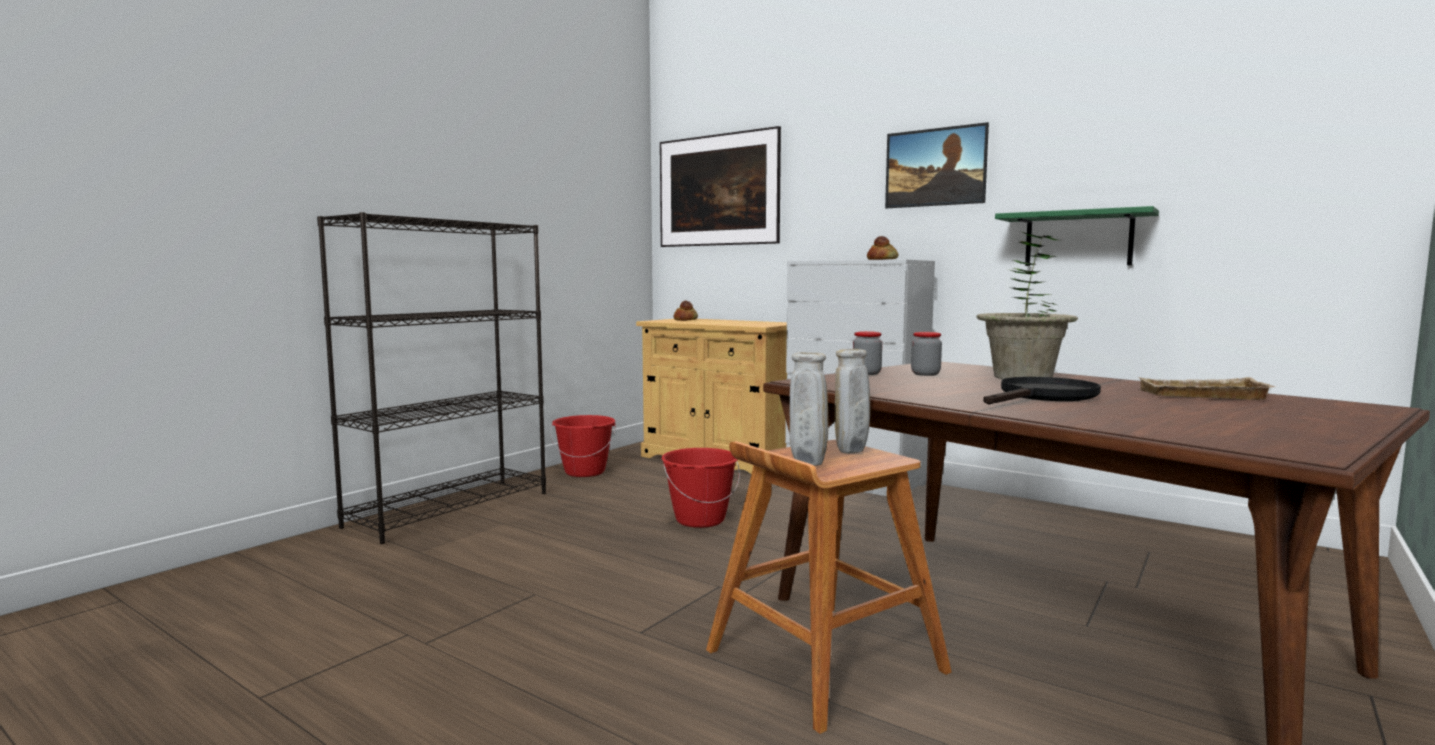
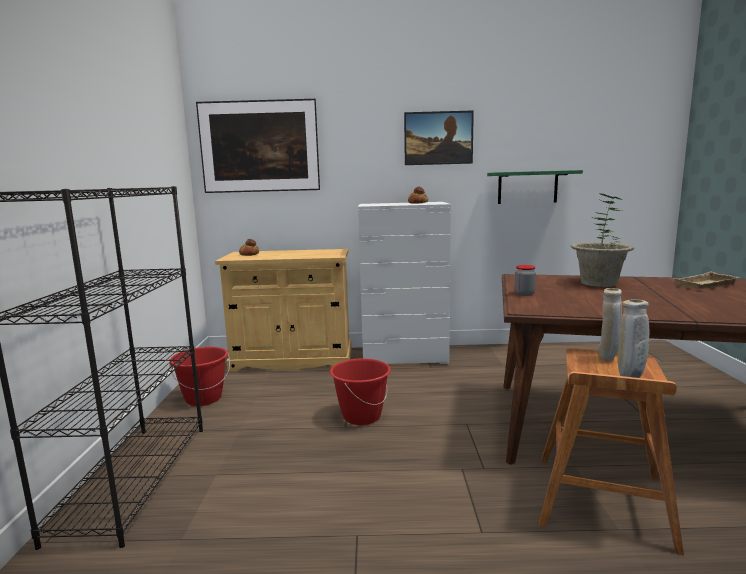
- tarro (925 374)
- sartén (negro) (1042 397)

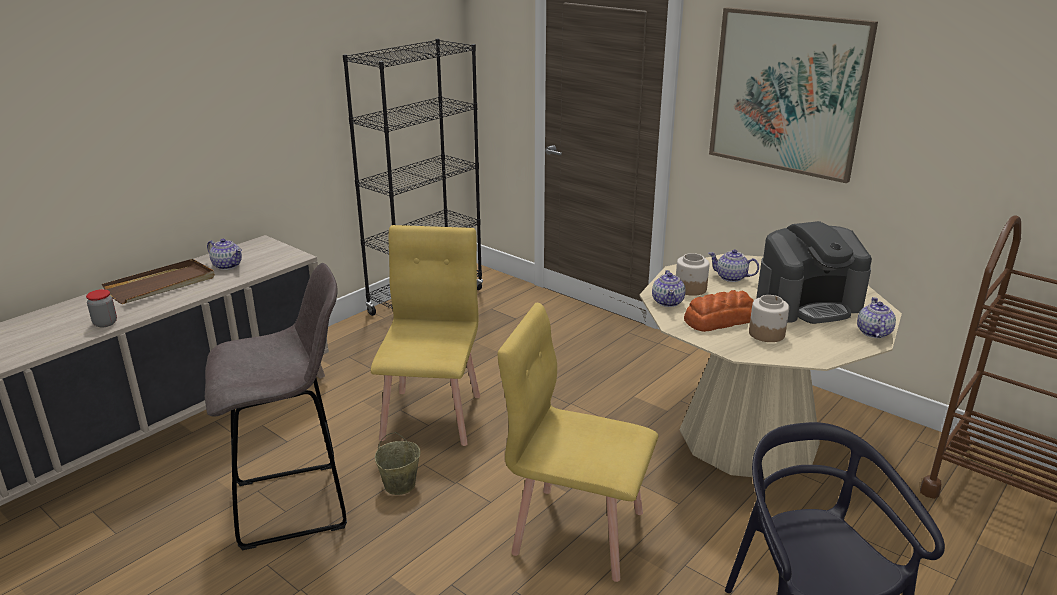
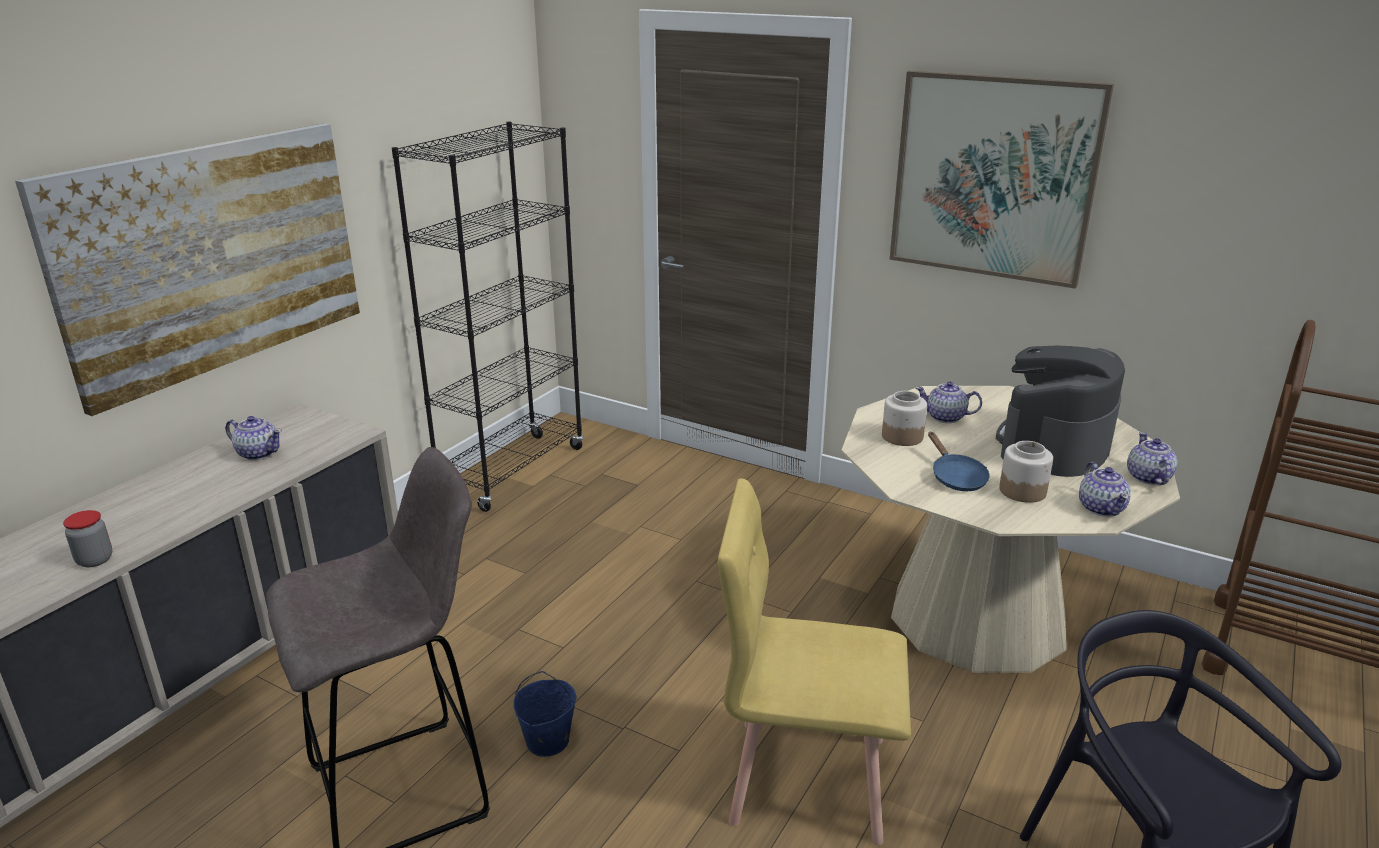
- bandeja (marrón) (161 285)
- silla (amarillo) (432 416)
+ cuadro (213 257)
~ tetera (668 302) to (1101 508)
~ pan (718 320) to sartén (azul) (955 477)
~ cubo (beis) (399 485) to cubo (azul) (547 741)
~ cafetera (808 304) = (1054 445) 150 degrees clockwise

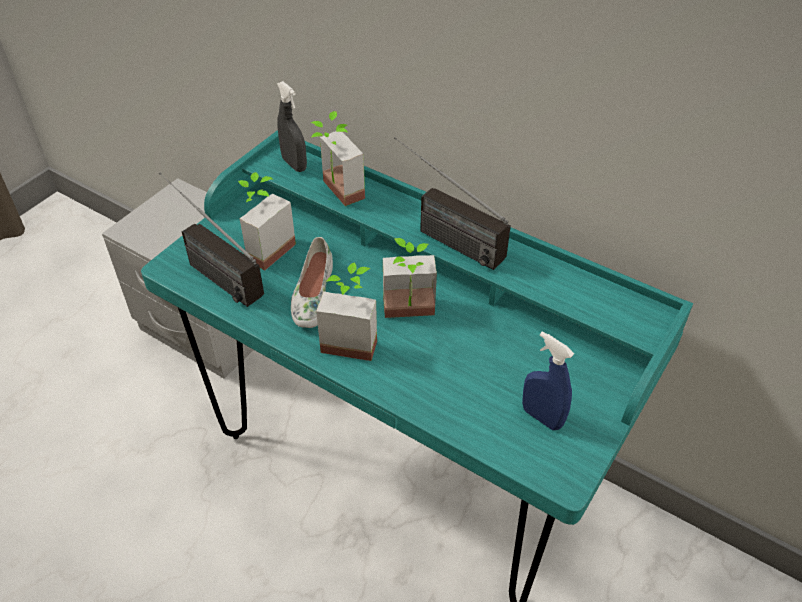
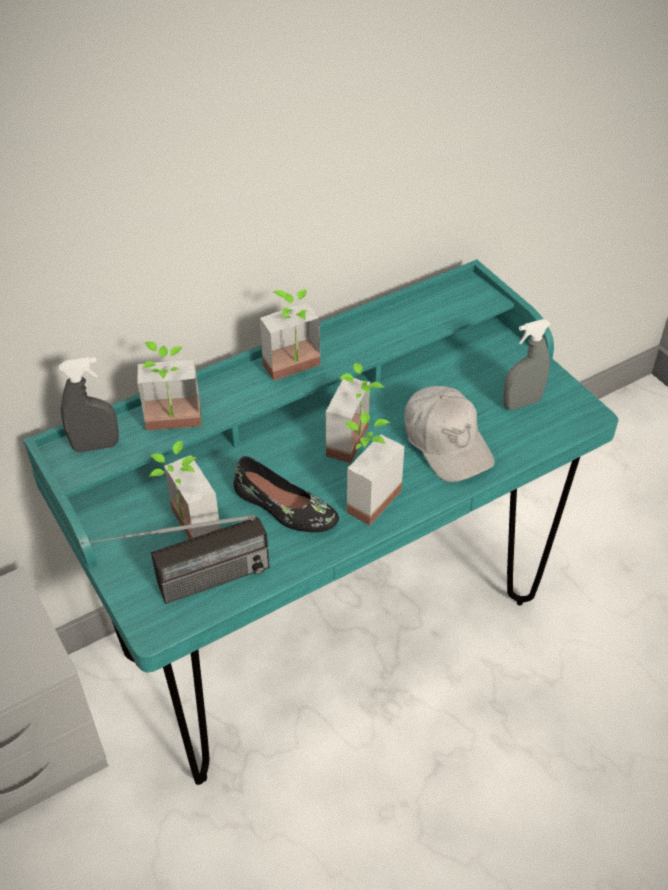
+ gorra (blanco) (446 442)
~ radio (441 235) to planta en maceta (296 371)
~ zapato (blanco) (312 295) to zapato (negro) (284 508)
~ pulverizador (azul) (541 417) to pulverizador (gris) (521 403)

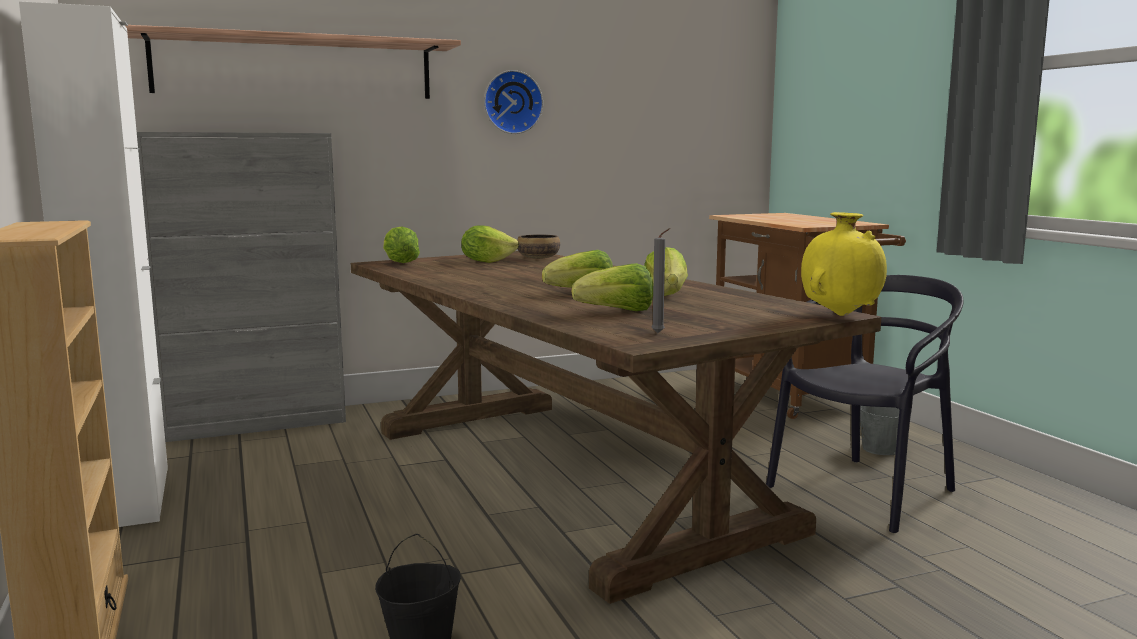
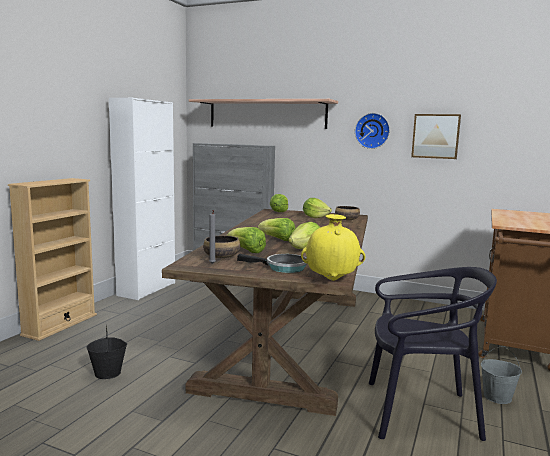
+ cuenco (222 257)
+ sartén (282 267)
+ cuadro (435 136)

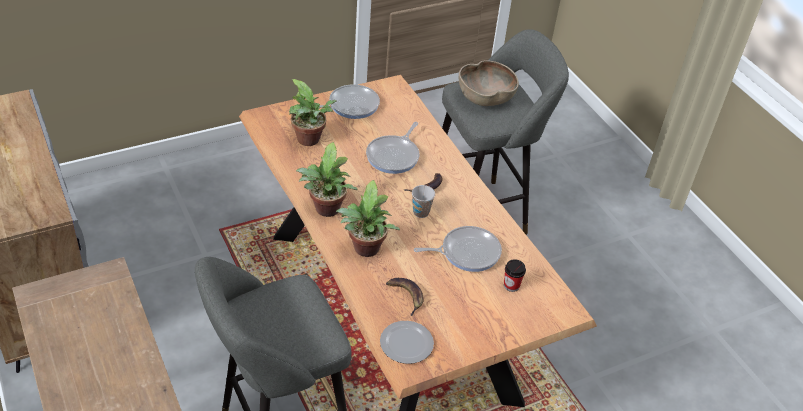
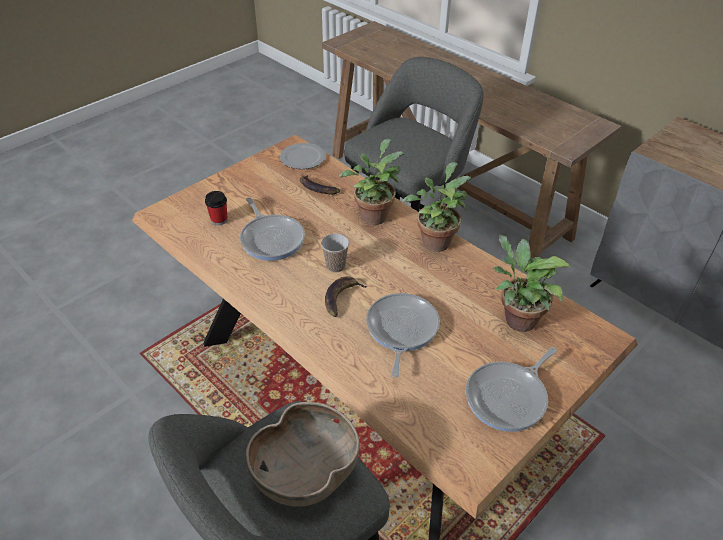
~ sartén (467 252) = (271 238) 90 degrees counterclockwise

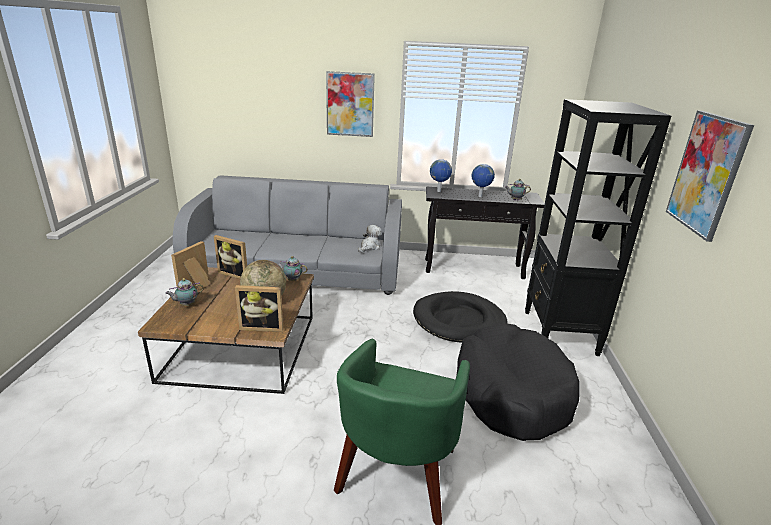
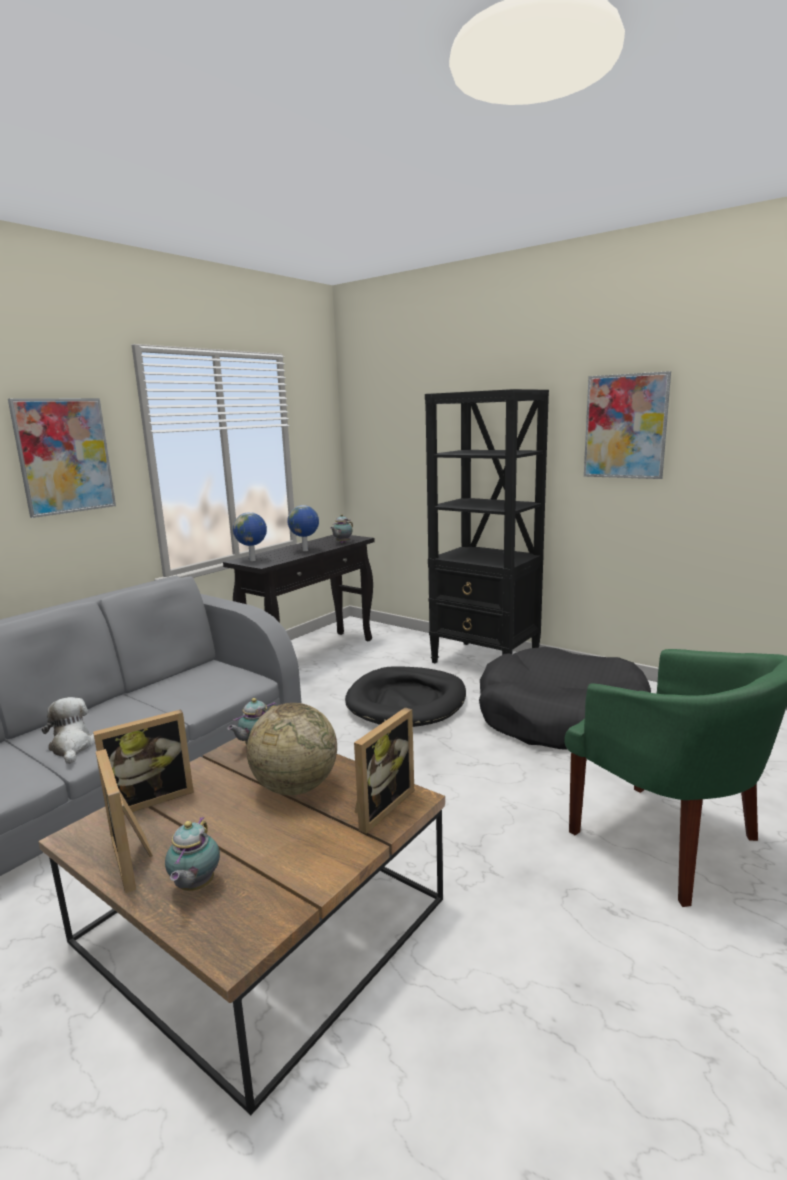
~ peluche (369 247) to (72 747)

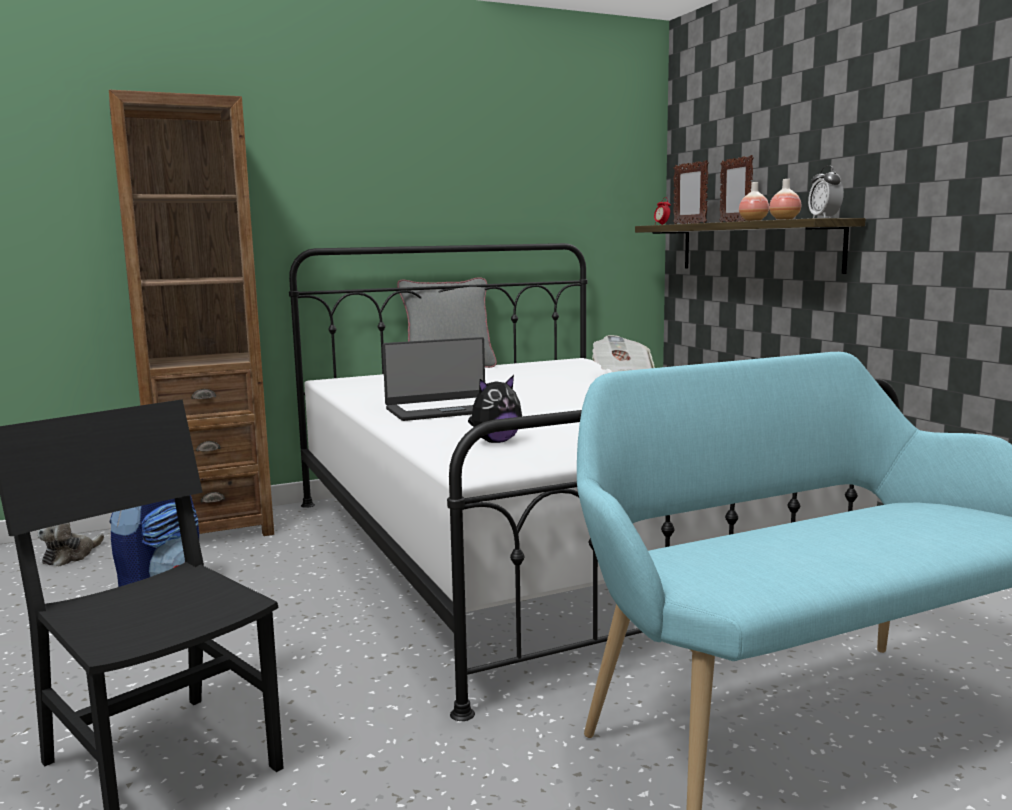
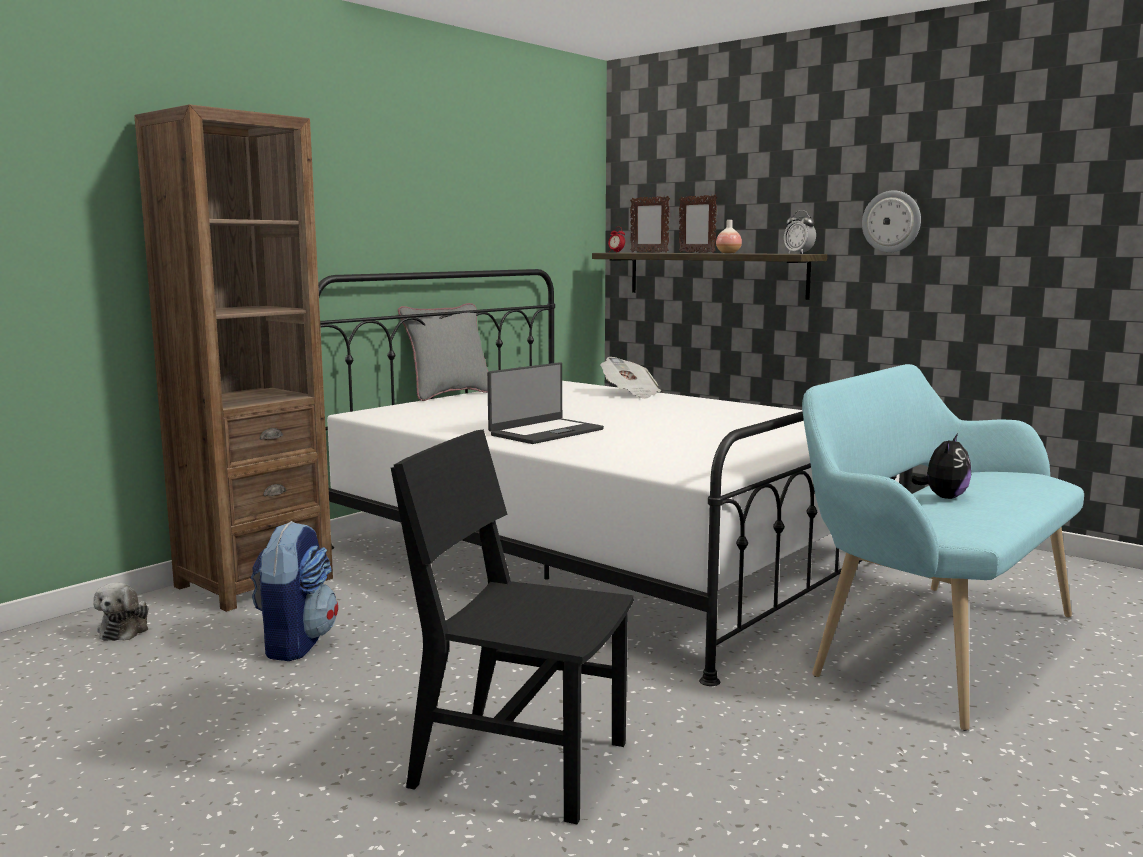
- florero (784 219)
+ reloj de pared (891 221)
~ peluche (495 441) to (943 497)

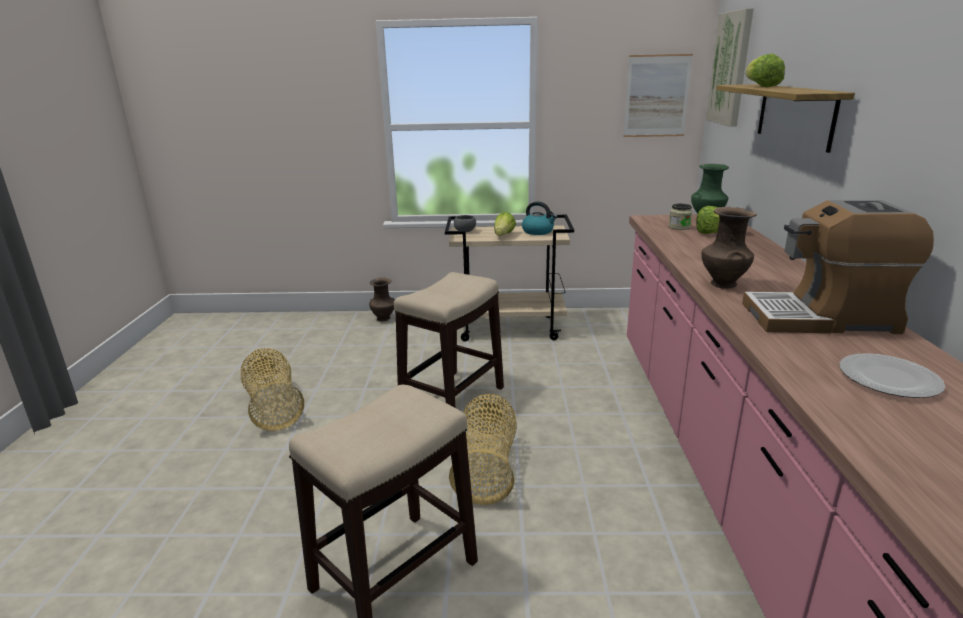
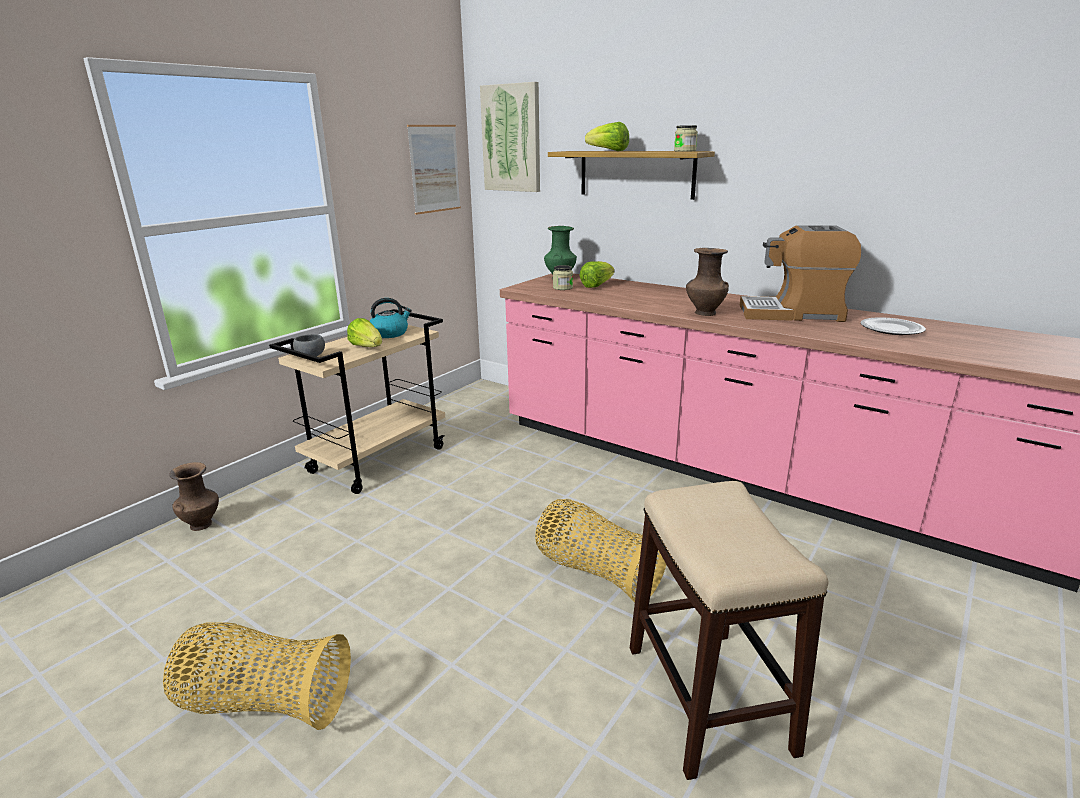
- taburete (453 398)
+ tarro (685 151)
~ cafetera (821 318) = (792 313) 60 degrees clockwise

